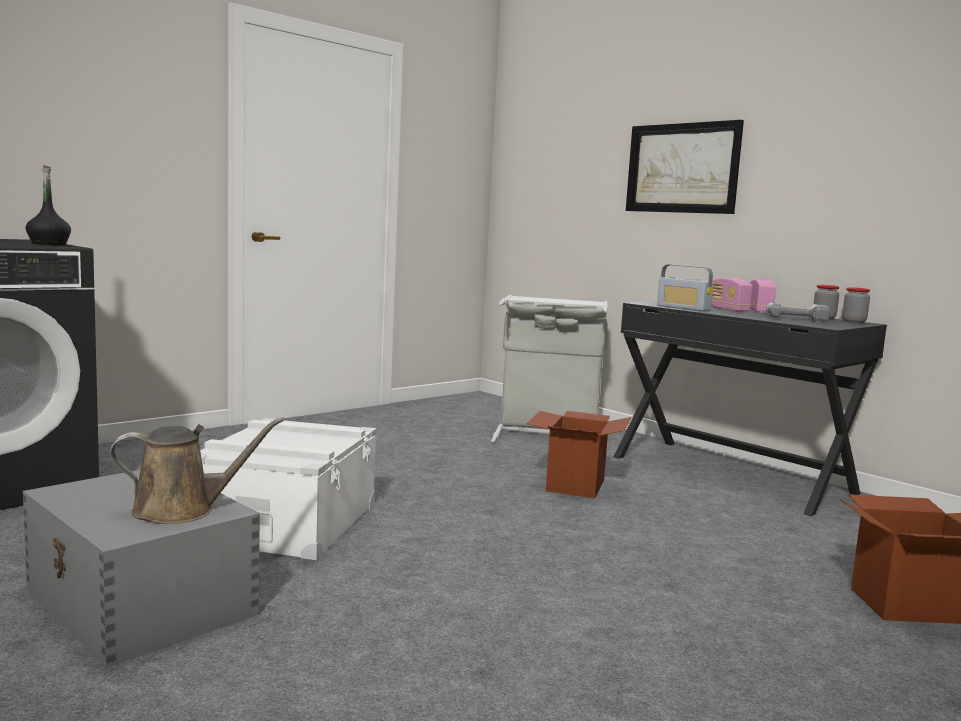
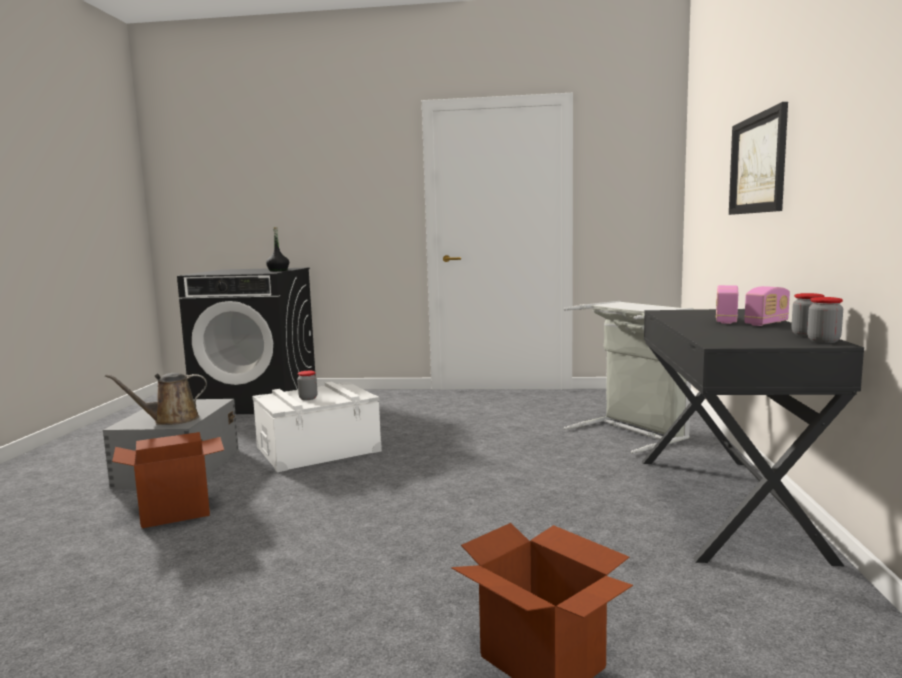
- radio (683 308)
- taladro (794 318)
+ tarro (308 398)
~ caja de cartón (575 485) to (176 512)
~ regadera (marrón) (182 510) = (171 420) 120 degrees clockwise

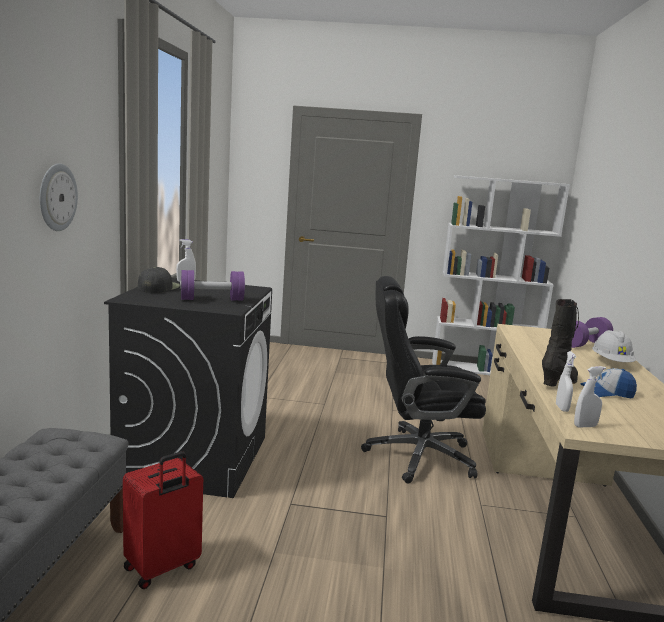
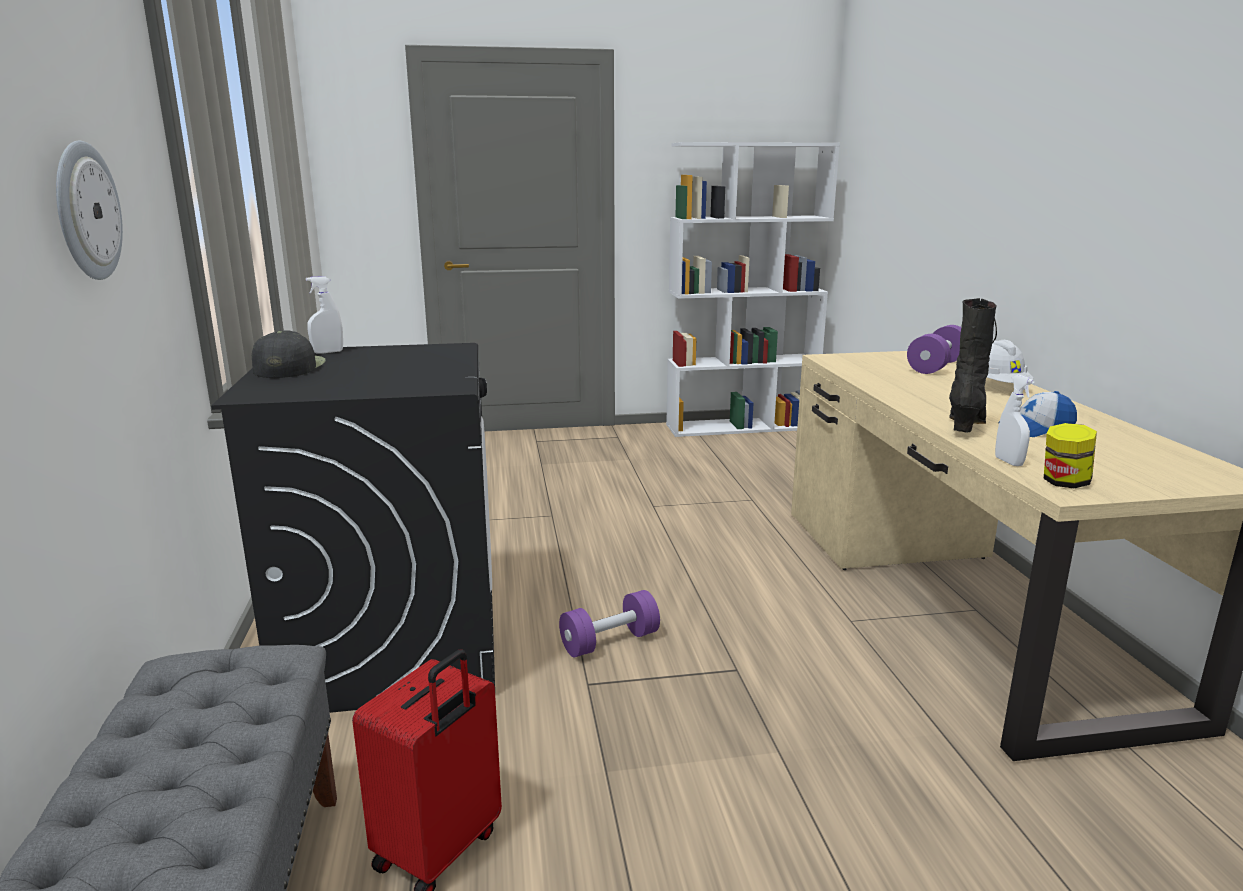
- silla de oficina (negro) (417 456)
~ mancuerna (morado) (212 299) to (610 642)
~ pulverizador (blanco) (585 426) to tarro (1064 483)

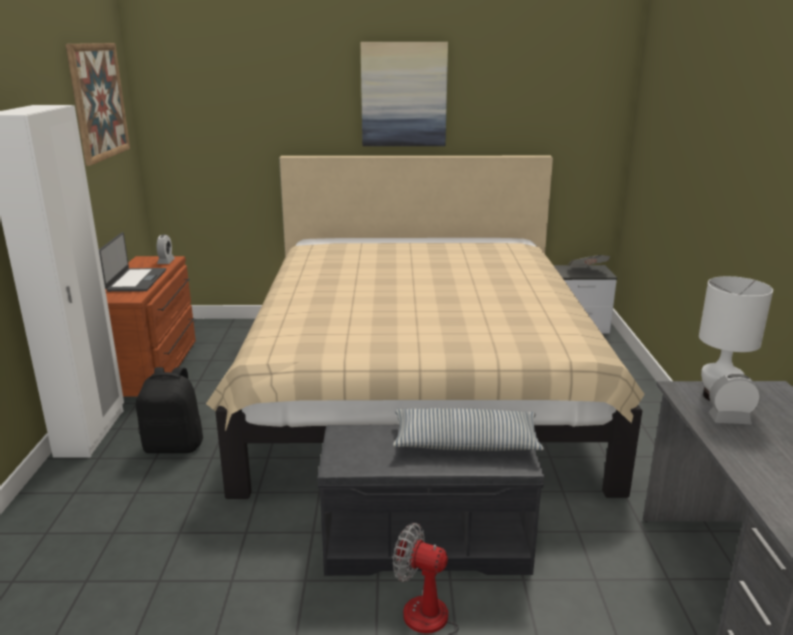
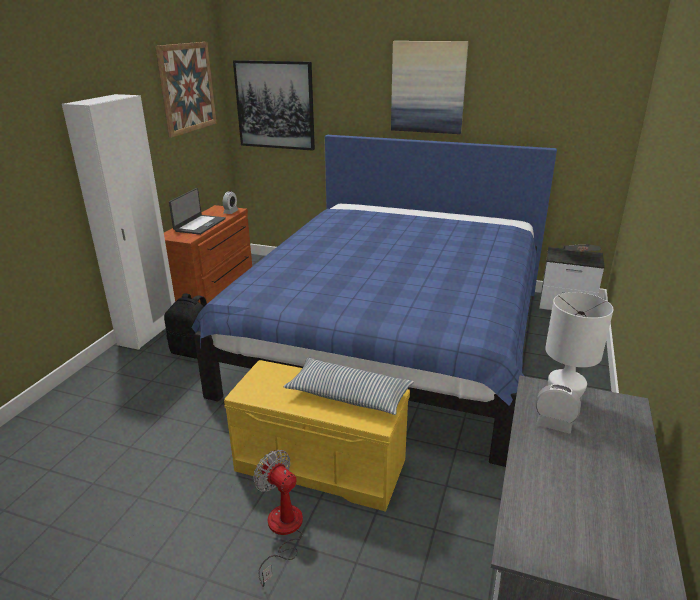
+ cuadro (275 105)
~ cama (beis) (417 389) to cama (azul) (392 338)
~ banco (gris) (428 541) to banco (amarillo) (322 464)

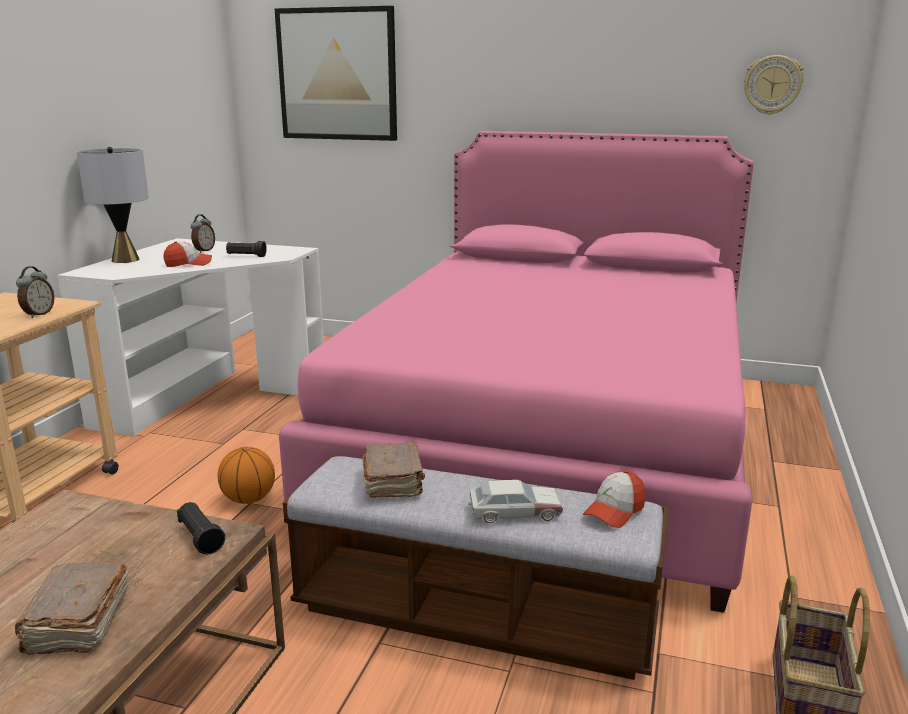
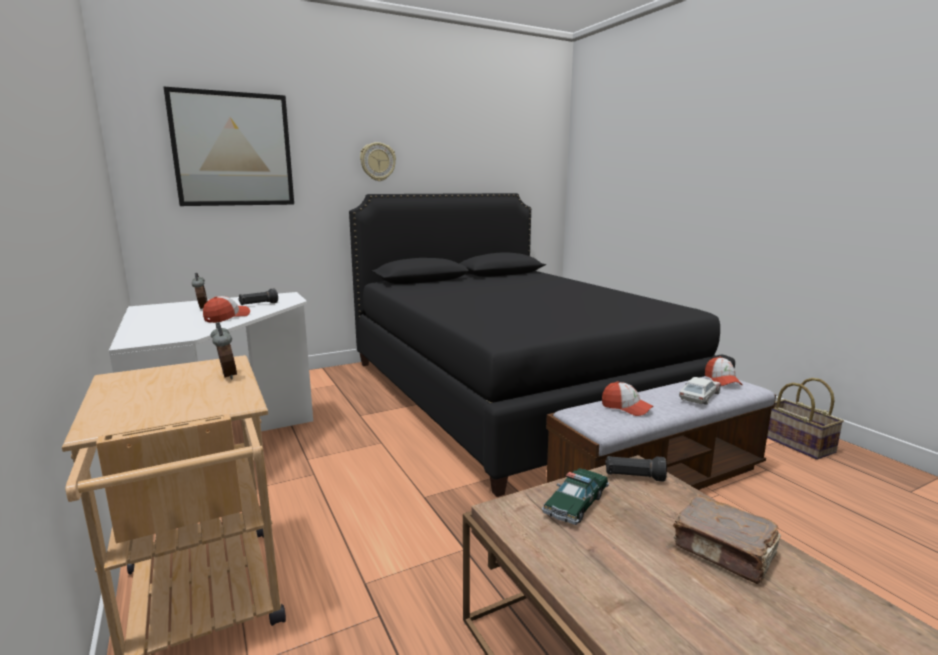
- lámpara de mesa (gris) (125 260)
- balón de baloncesto (249 499)
+ coche de juguete (576 504)
~ reloj de pared (772 85) to (377 162)
~ libro (marrón) (394 482) to gorra (626 408)
~ cama (rosa) (551 442) to cama (negro) (512 392)

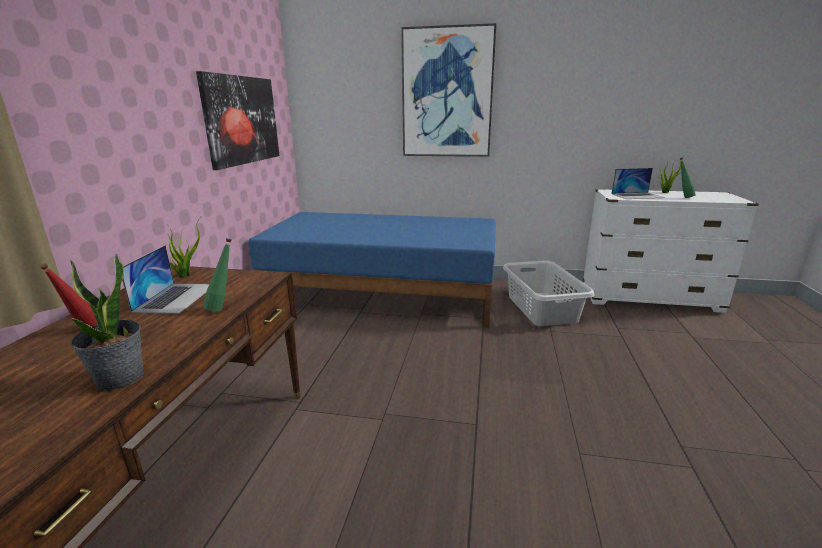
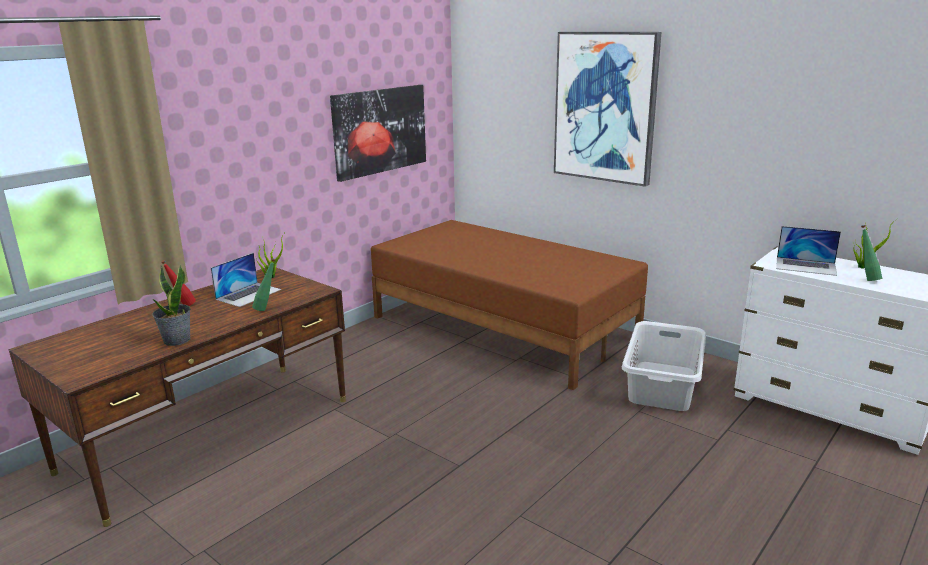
~ cama (azul) (382 294) to cama (marrón) (502 327)

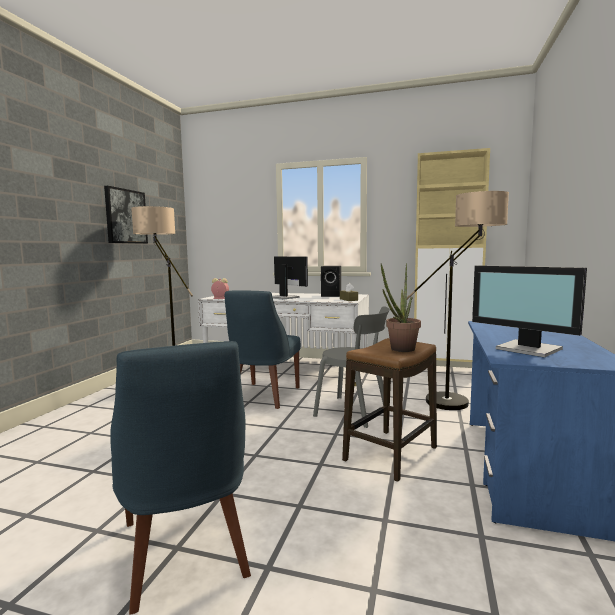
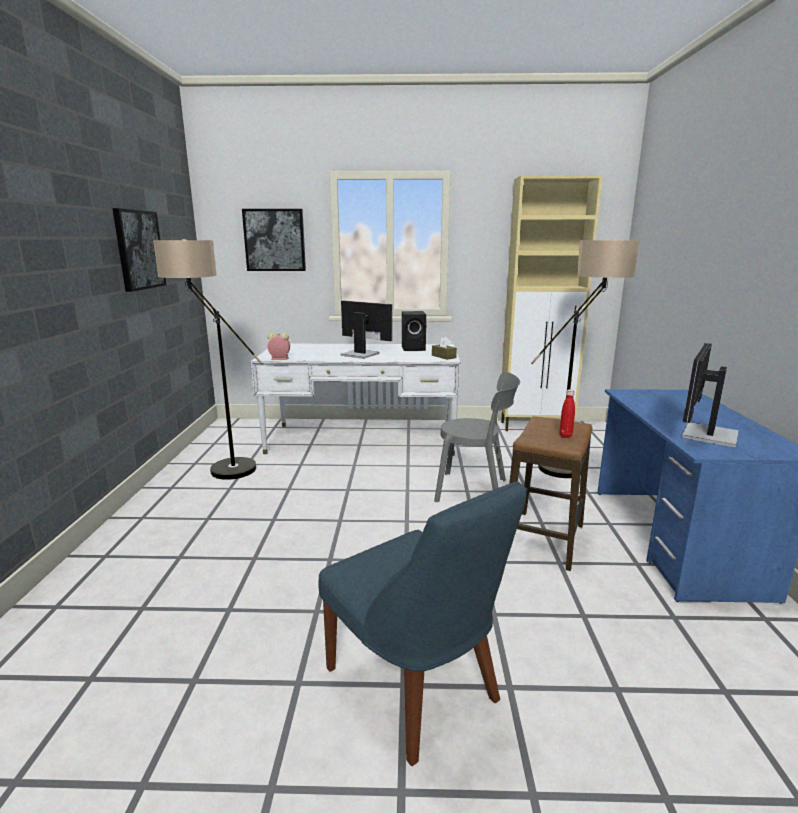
- silla (azul) (263 396)
+ cuadro (275 240)
~ planta en maceta (399 350) to botella (rojo) (565 436)
~ monitor (528 349) = (706 435) 90 degrees clockwise

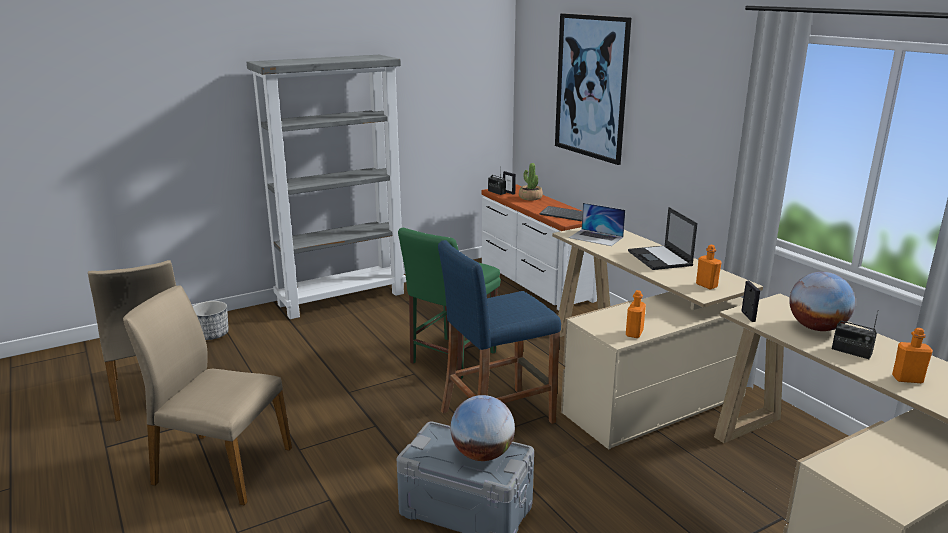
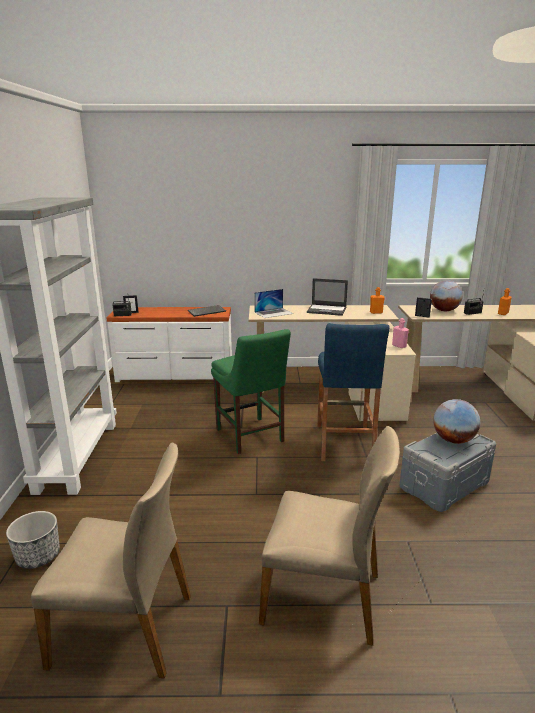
- planta en maceta (530 197)
- cuadro (591 87)
~ botella (naranja) (634 333) to botella (rosa) (399 346)
~ silla (beis) (221 466) = (323 596) 120 degrees counterclockwise

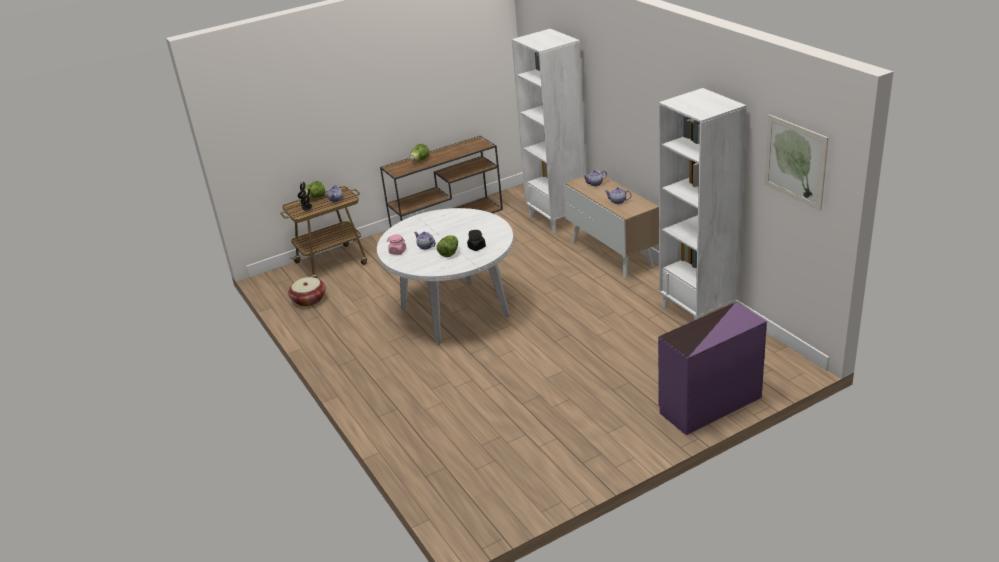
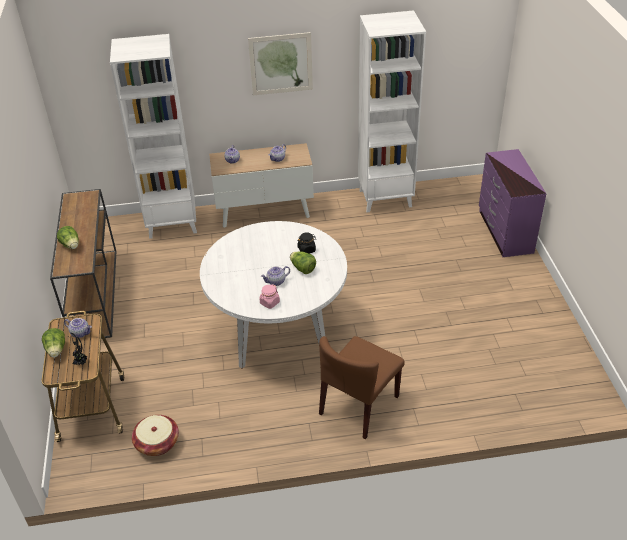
+ silla (marrón) (359 405)
~ cuadro (795 161) to (281 64)

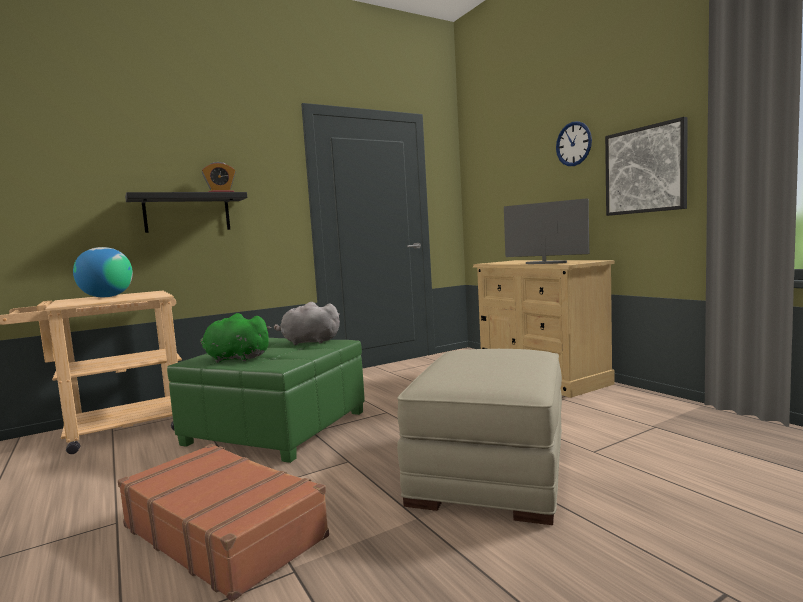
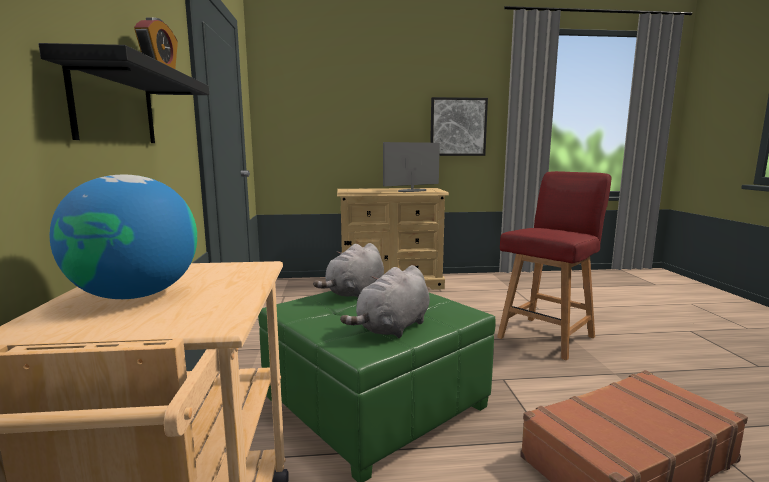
- reloj de pared (573 144)
~ puf (beis) (492 468) to silla (rojo) (547 336)
~ peluche (verde) (235 359) to peluche (gris) (392 328)

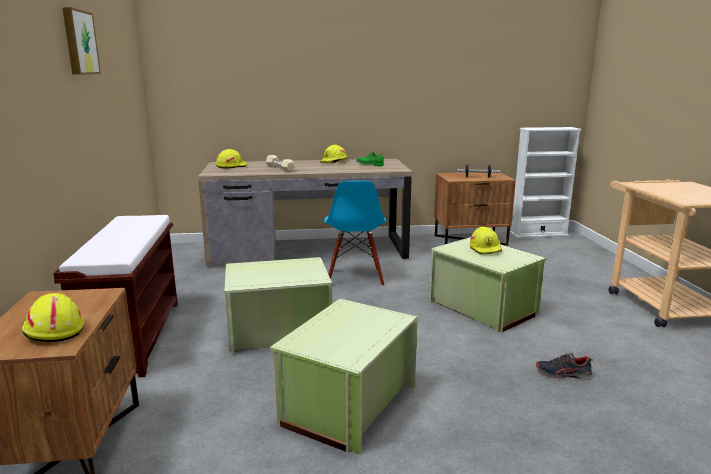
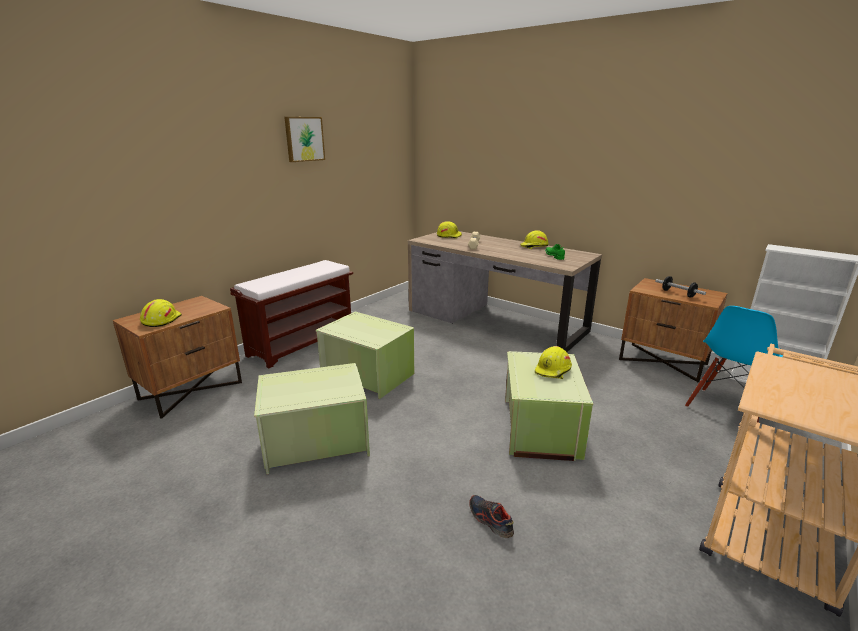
~ silla (azul) (355 278) to (726 409)

